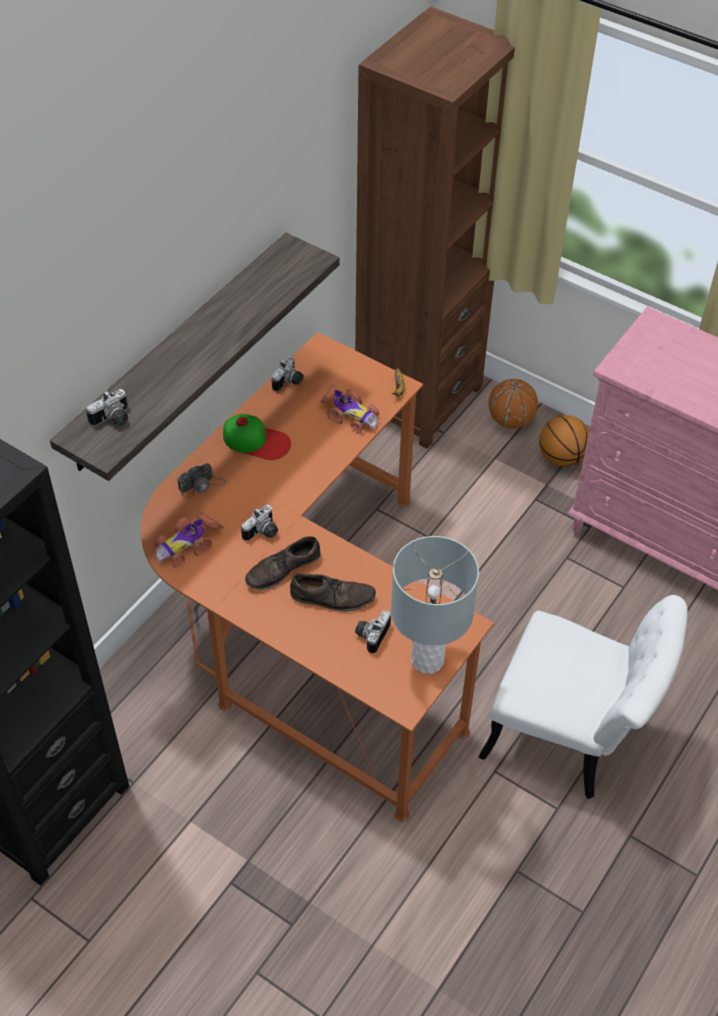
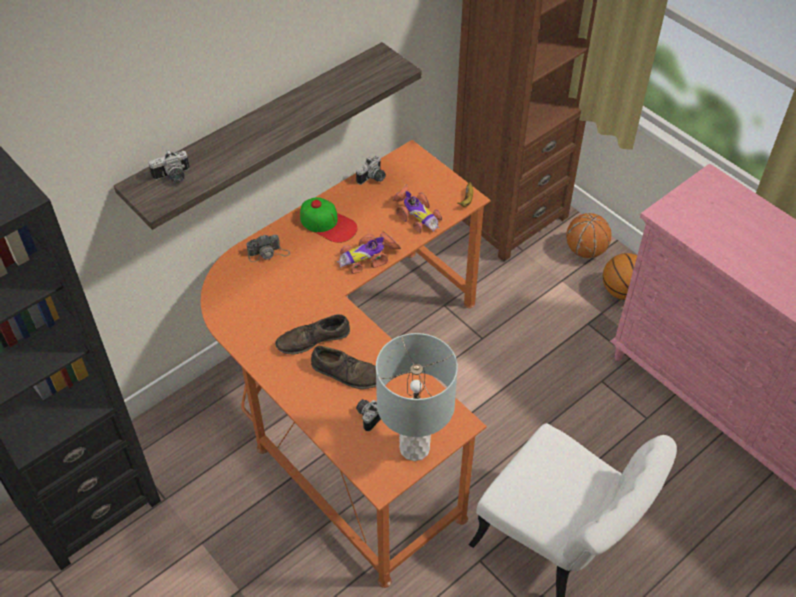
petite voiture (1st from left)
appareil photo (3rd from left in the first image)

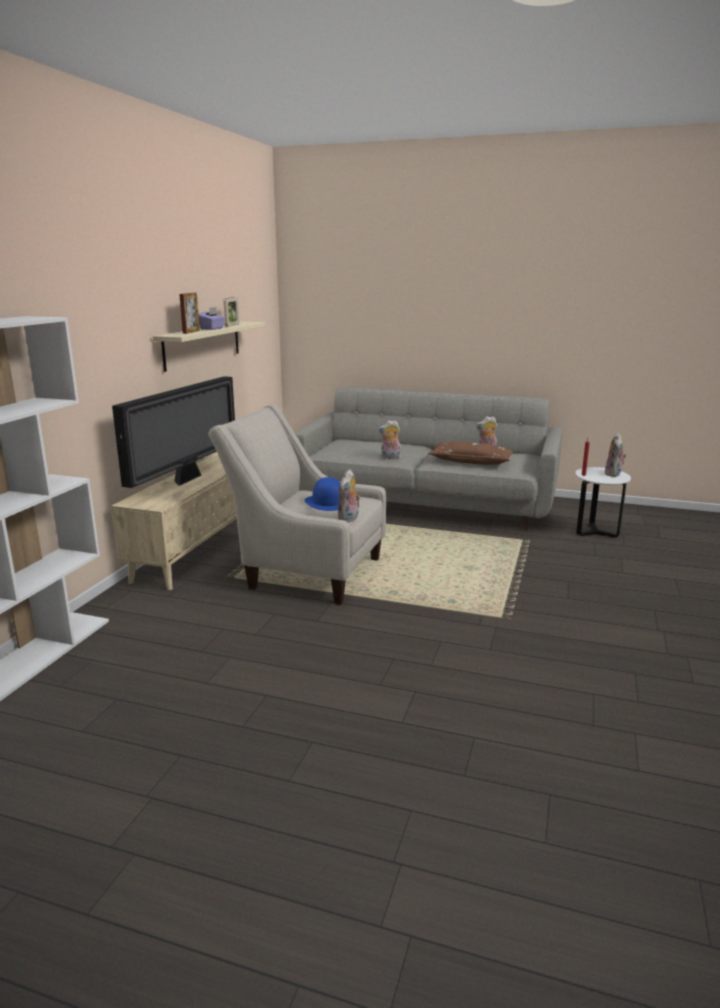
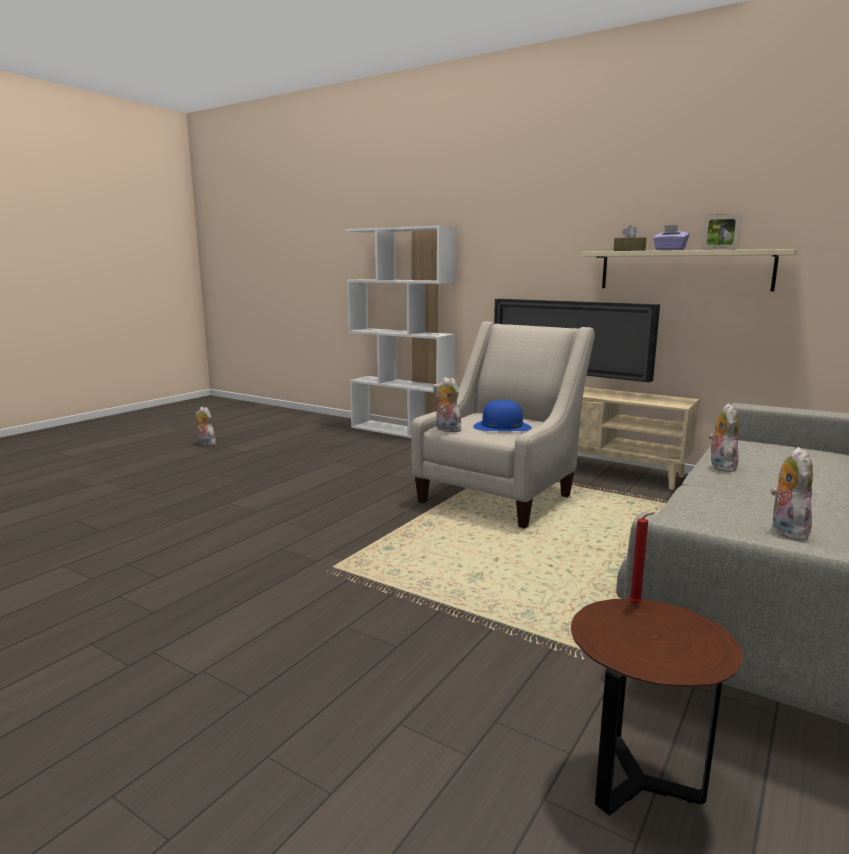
boîte à mouchoirs/marron
coussin/marron
table d'appoint/marron
peluche (1st from left)

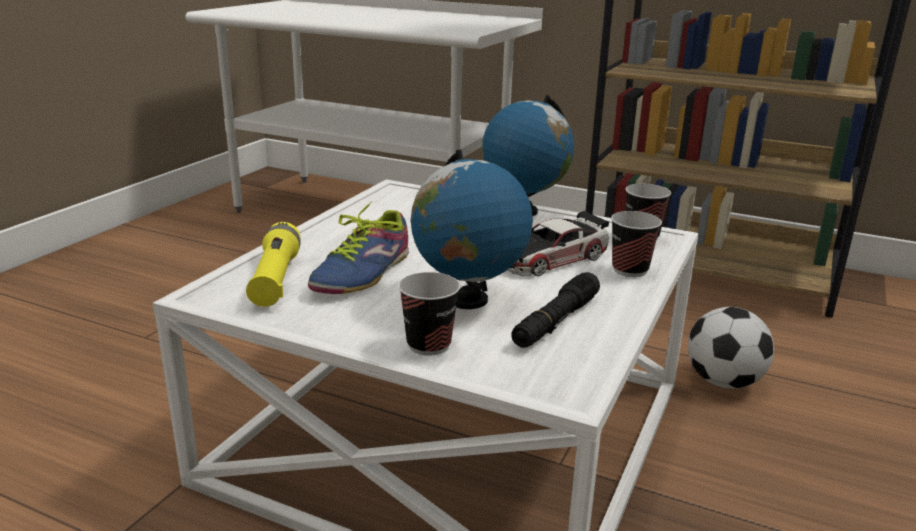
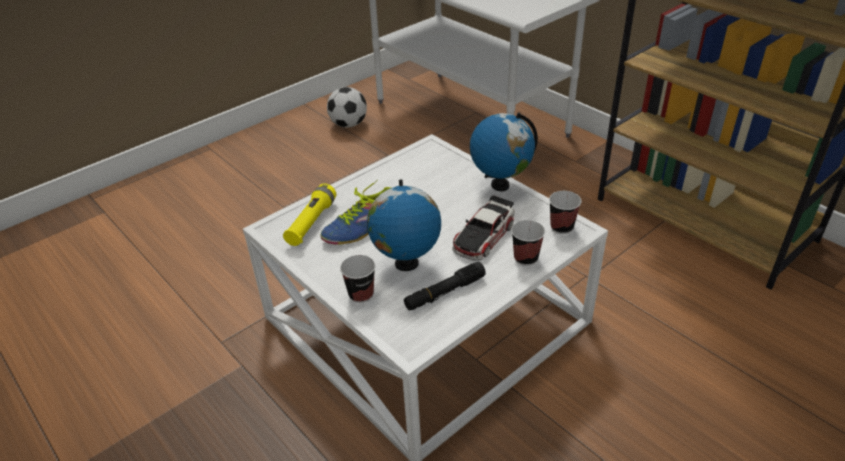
petite voiture
ballon de foot

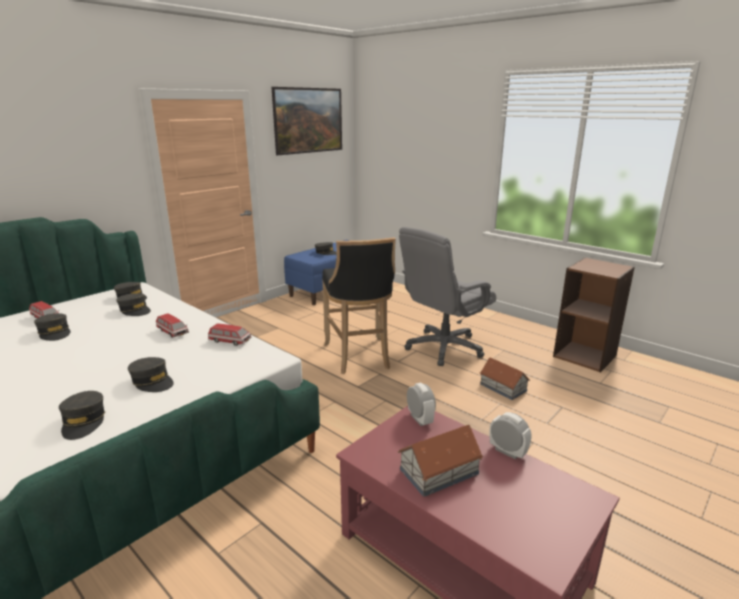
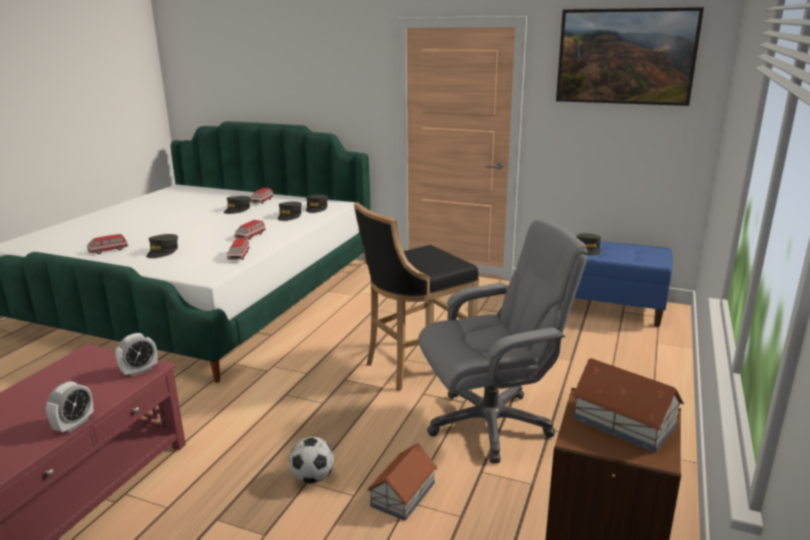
petite voiture (1st from left)
maison miniature (2nd from left)
chaise de bureau/gris
ballon de foot

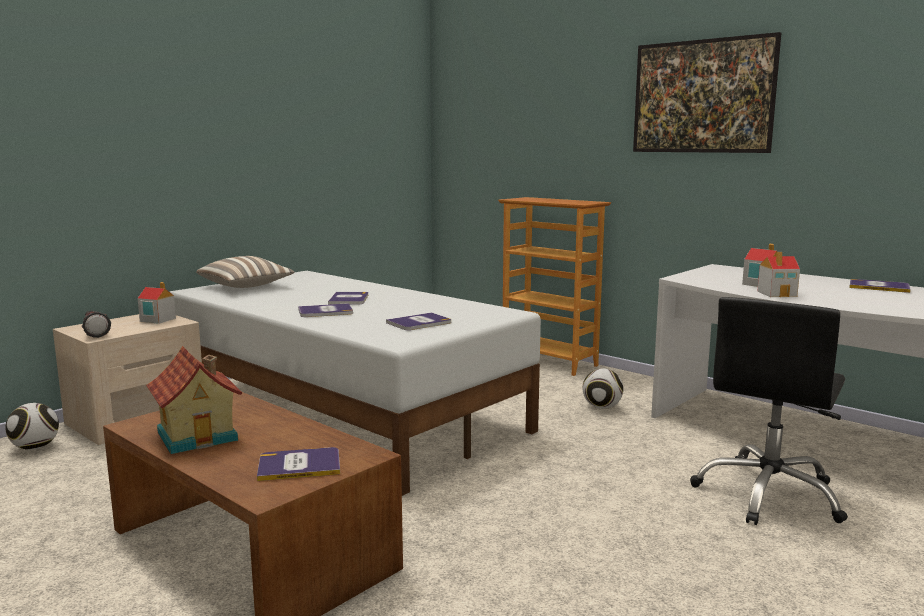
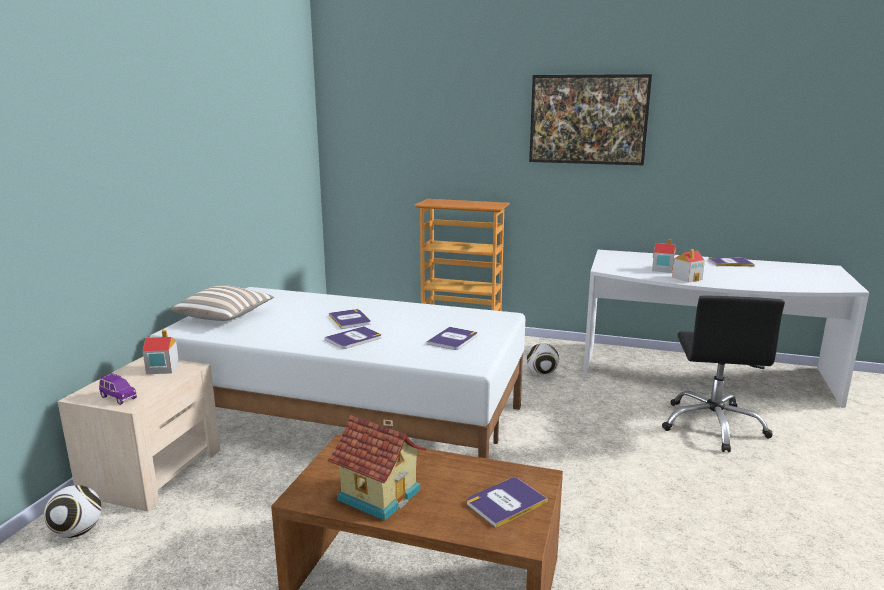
petite voiture/violet

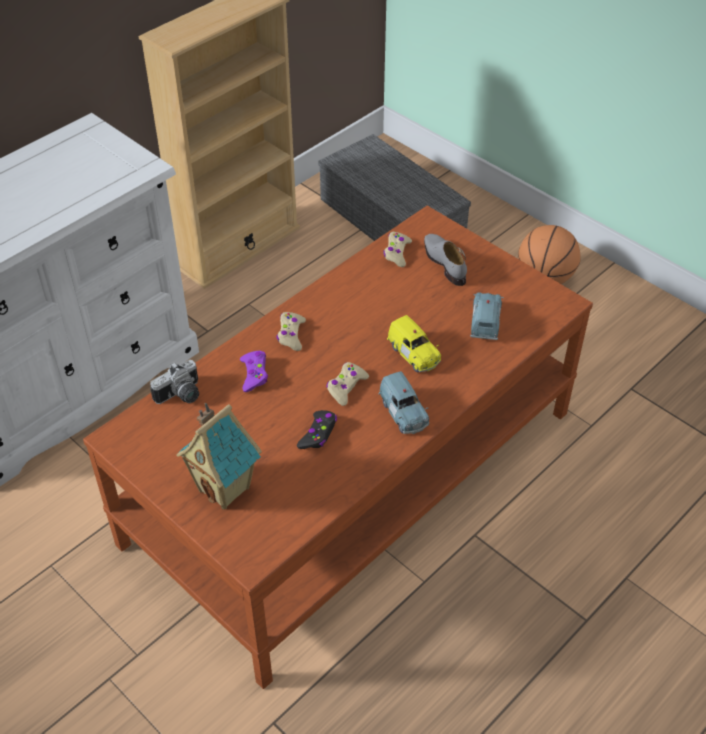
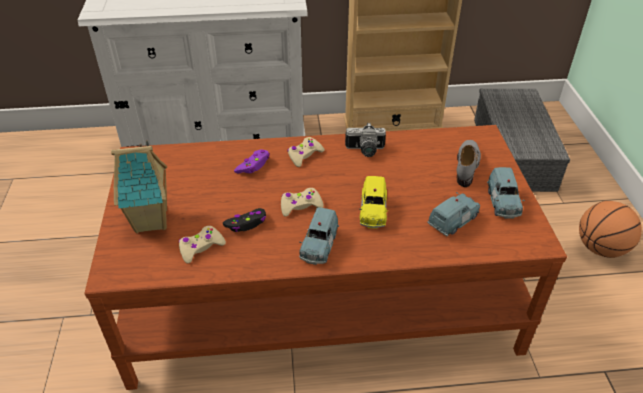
appareil photo
manette/beige (1st from left)
petite voiture/bleu (3rd from left)

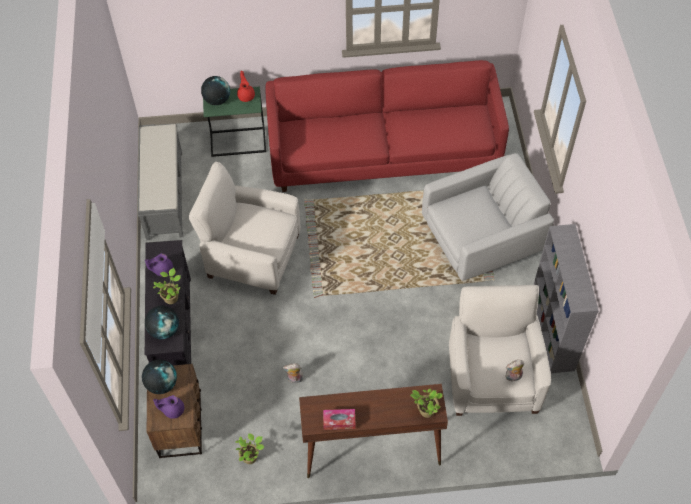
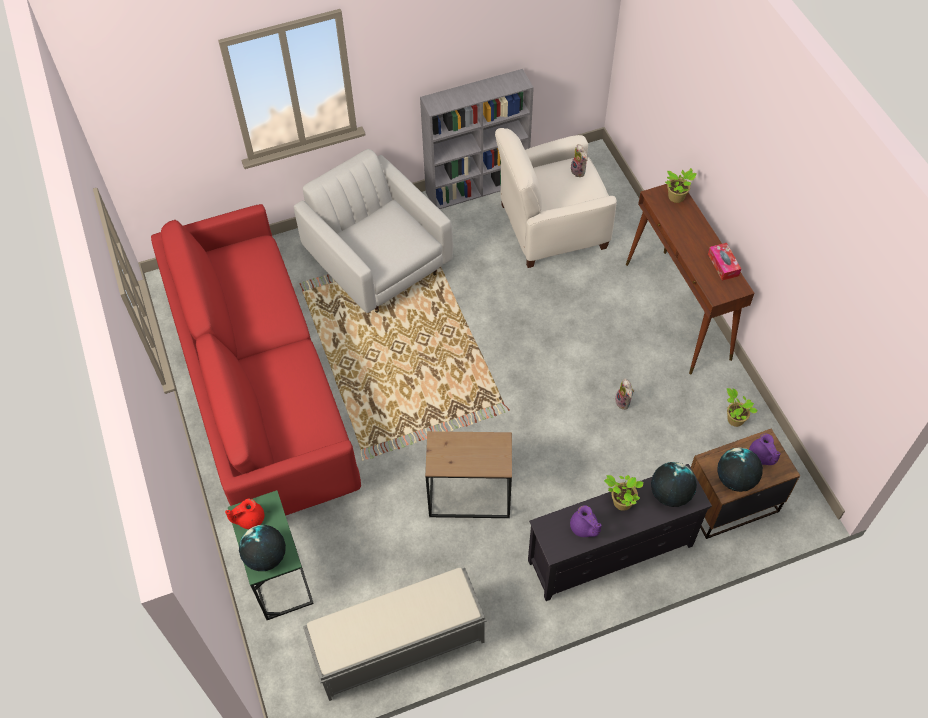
table d'appoint/marron

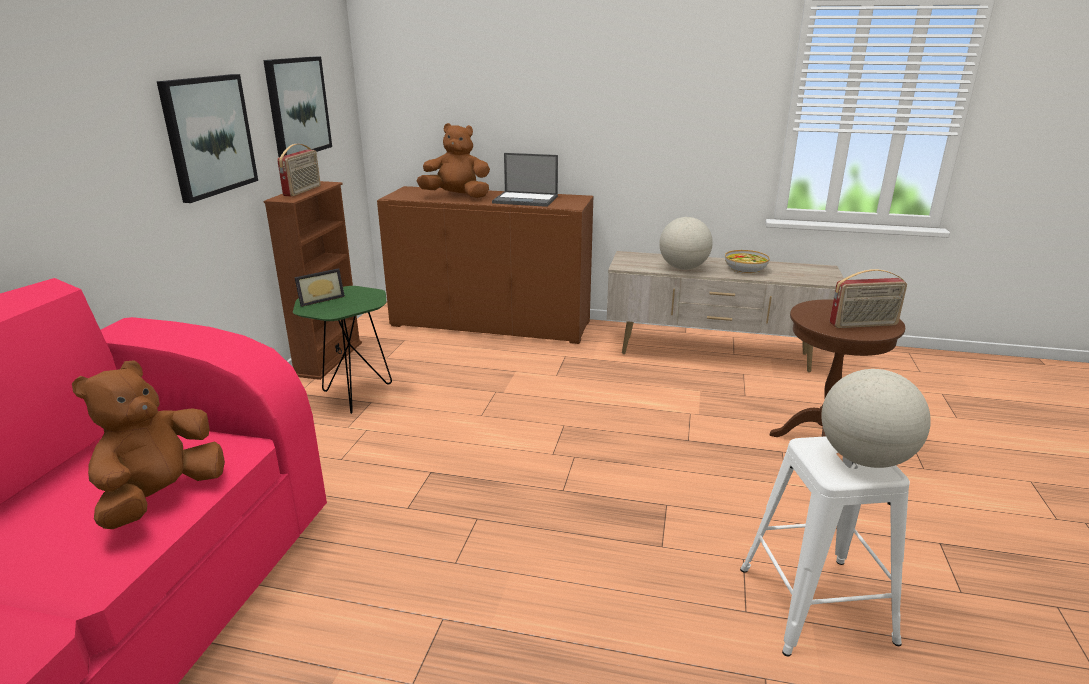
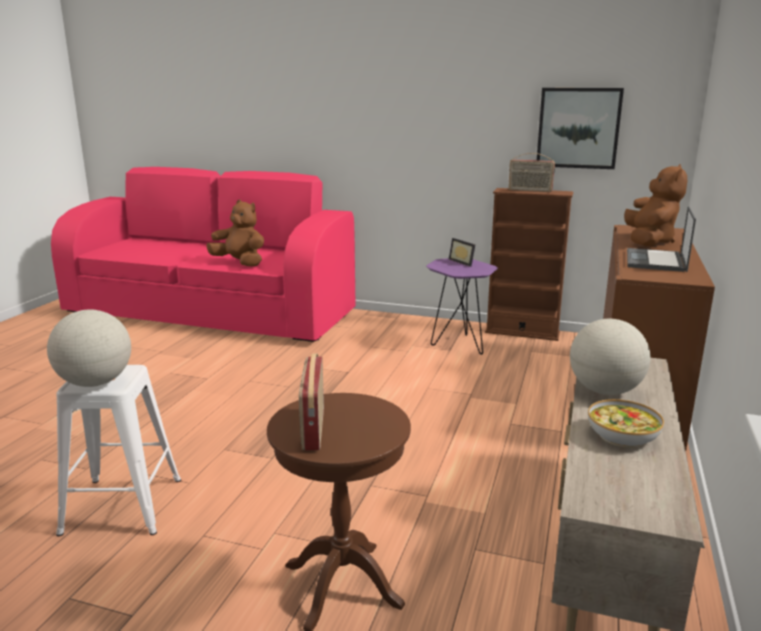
tableau (1st from left in the first image)
table d'appoint/violet

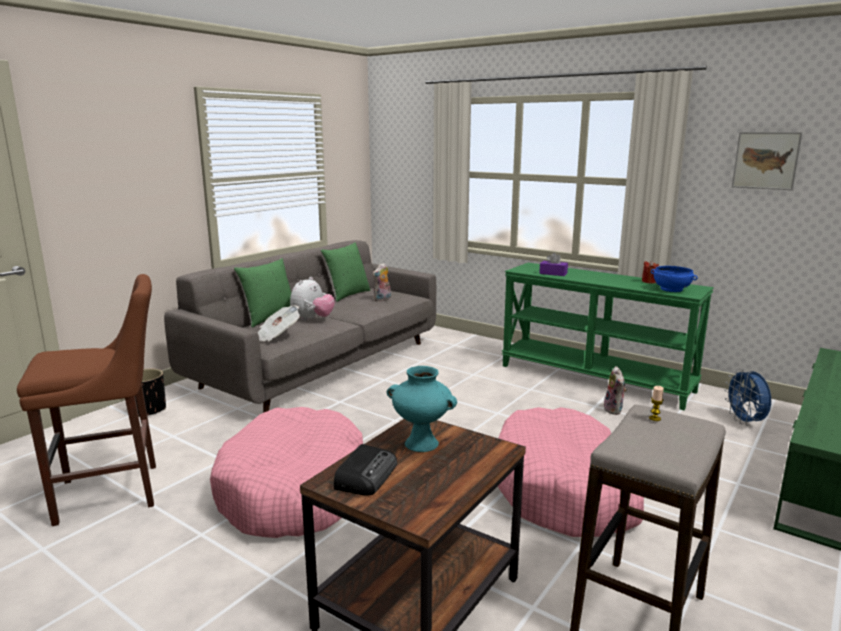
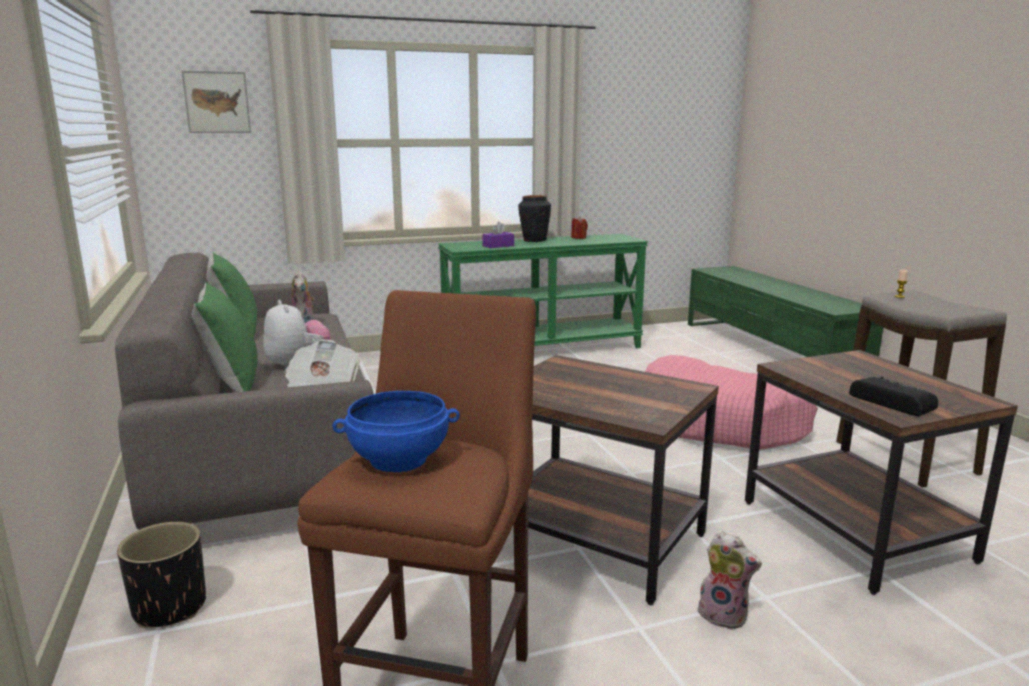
table d'appoint/marron (1st from left)
vase/turquoise
peluche (3rd from left)
bol/bleu
ventilateur/bleu
tableau
vase/noir

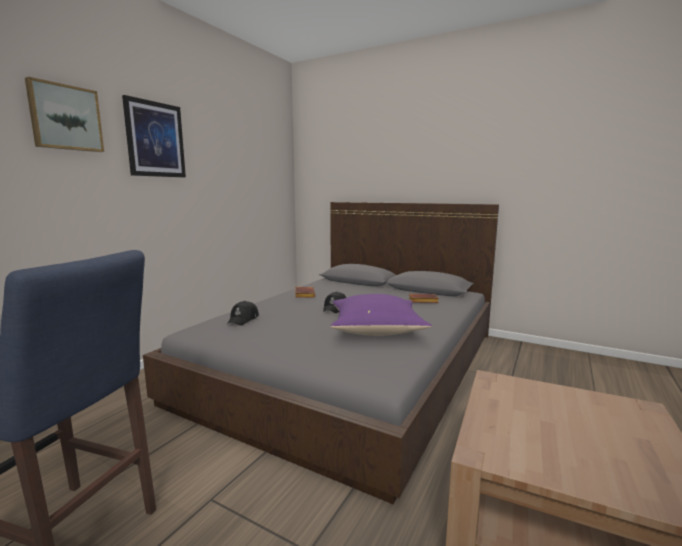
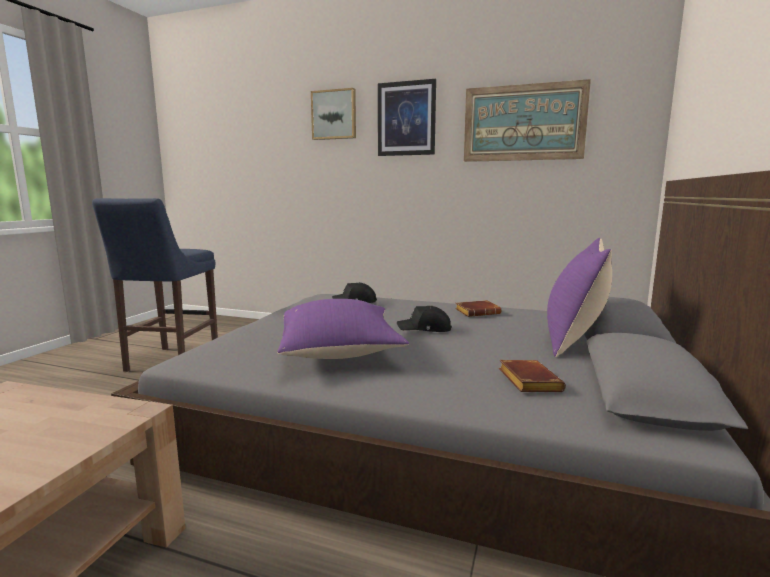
tableau (3rd from left)
coussin/violet (2nd from left)

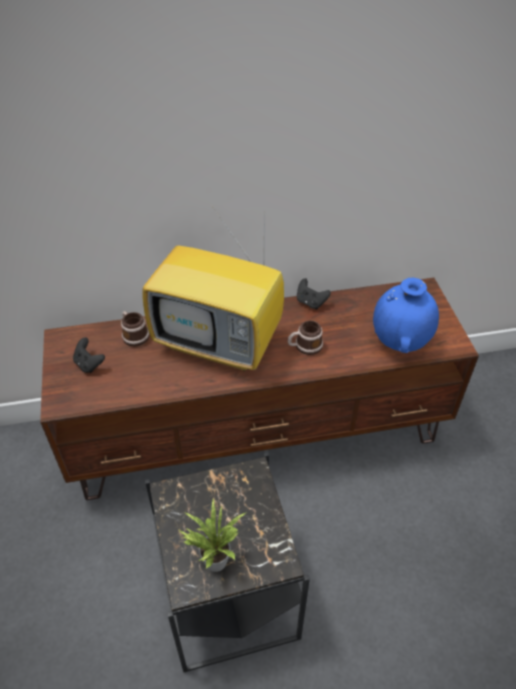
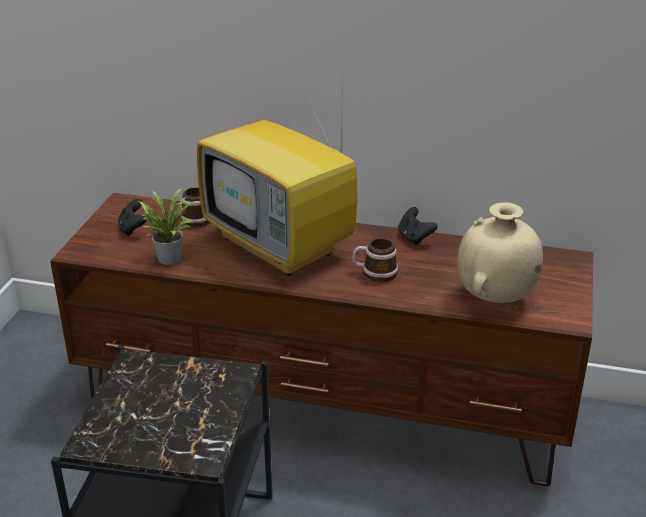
plante en pot
vase/beige

